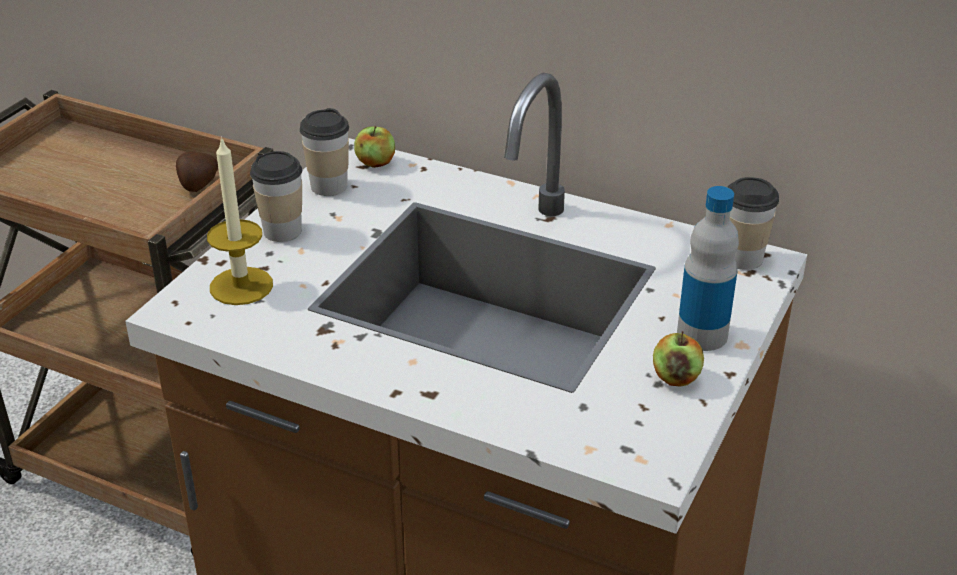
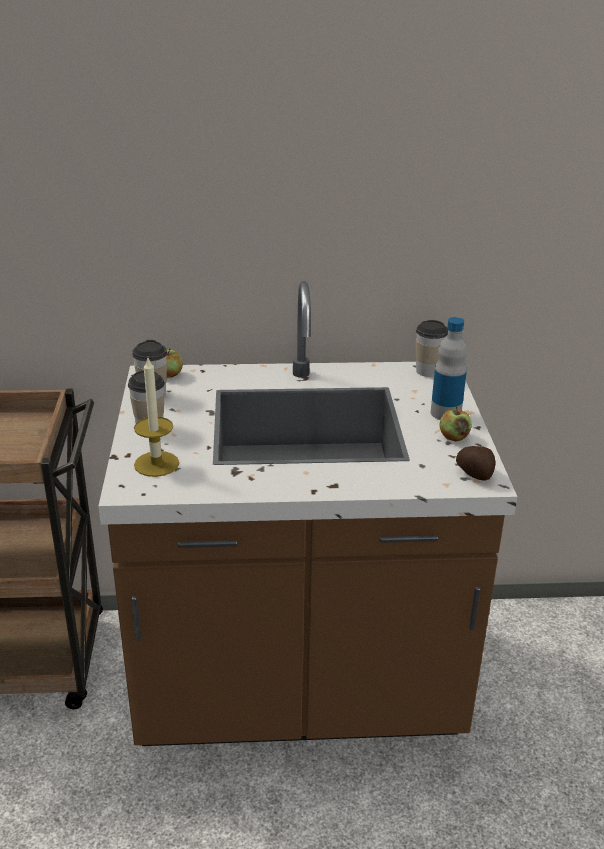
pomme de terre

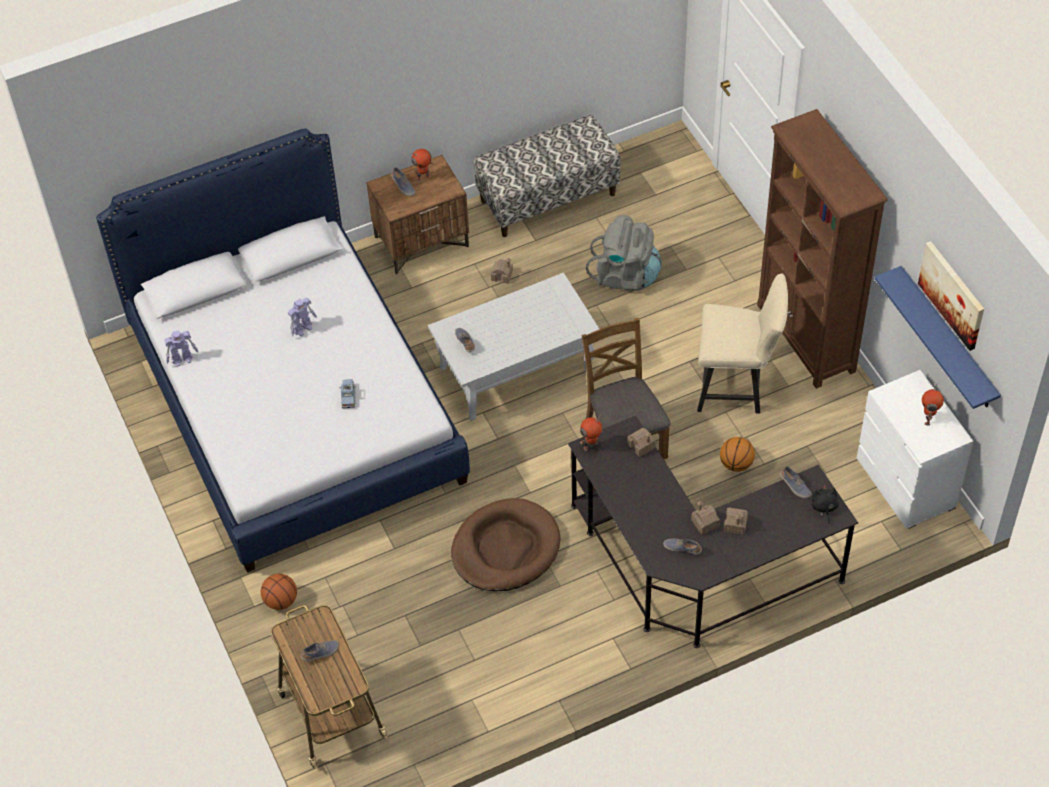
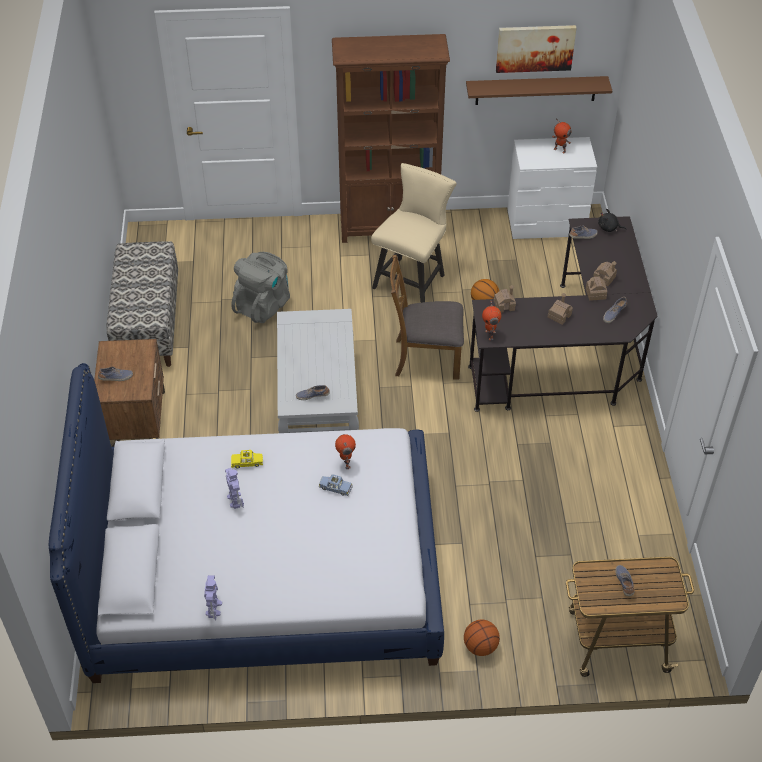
robot jouet (3rd from left)
panier pour chien/marron
maison miniature (2nd from left)
étagère/marron
petite voiture/jaune

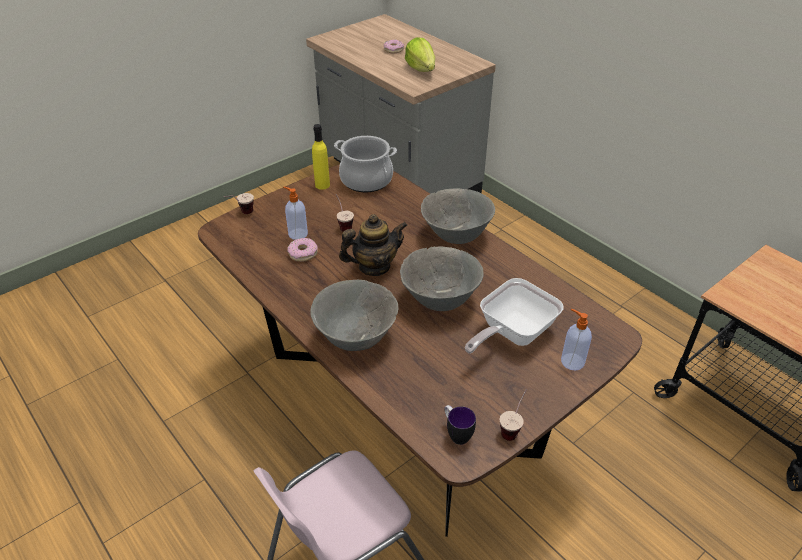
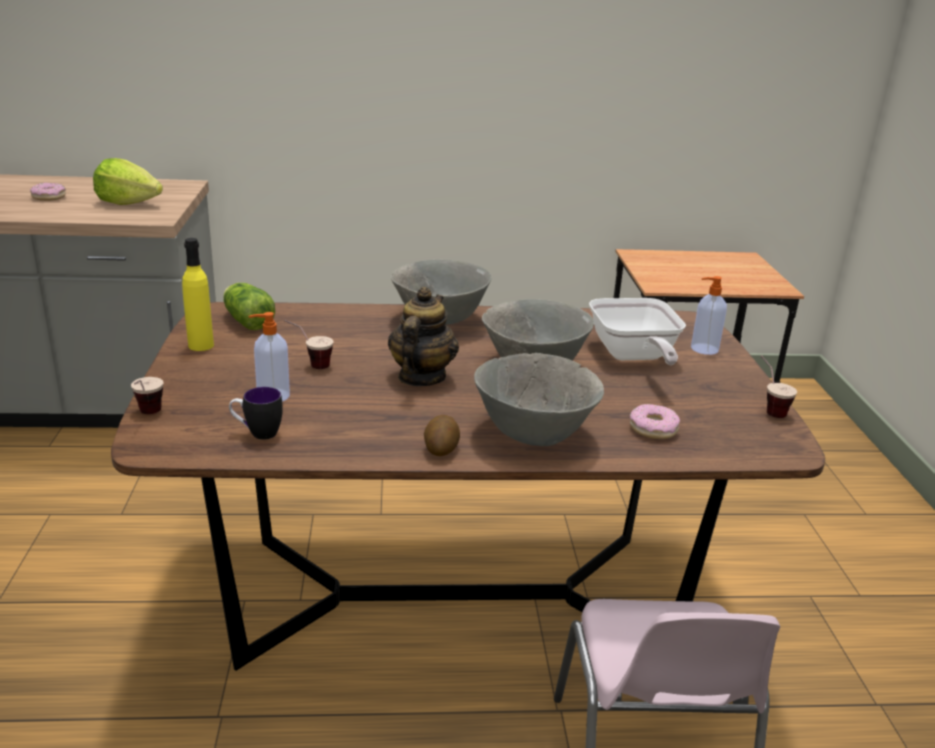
beignet (2nd from left)
laitue (2nd from left)
mug
pomme de terre

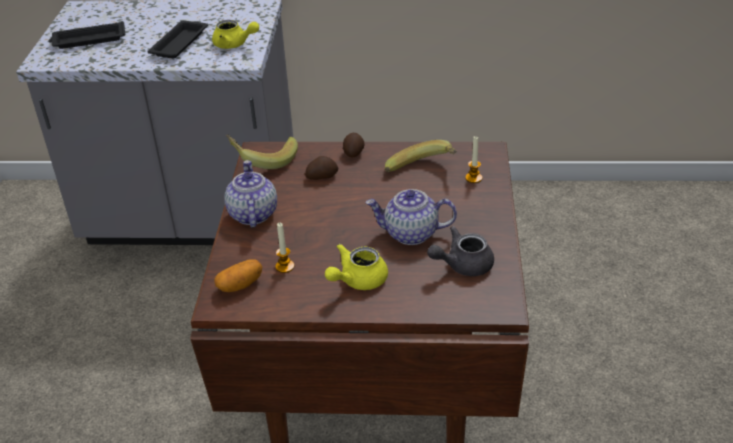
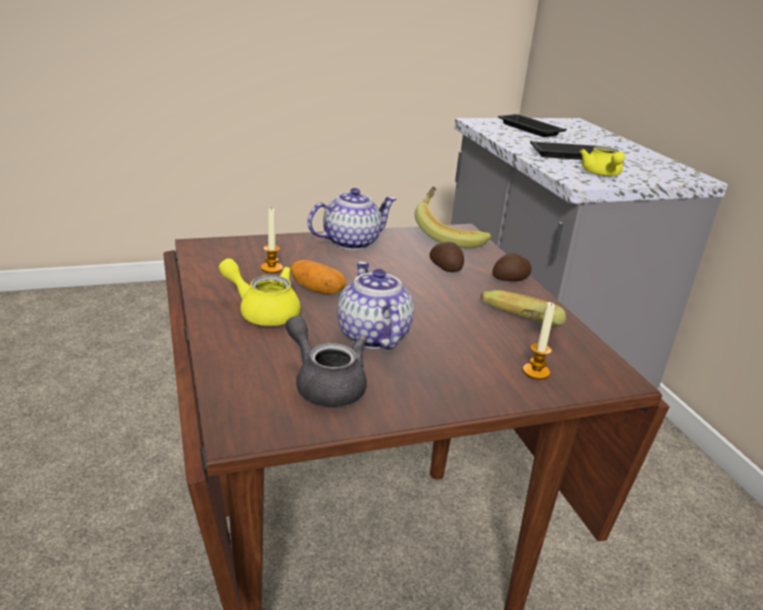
pomme de terre (1st from left)

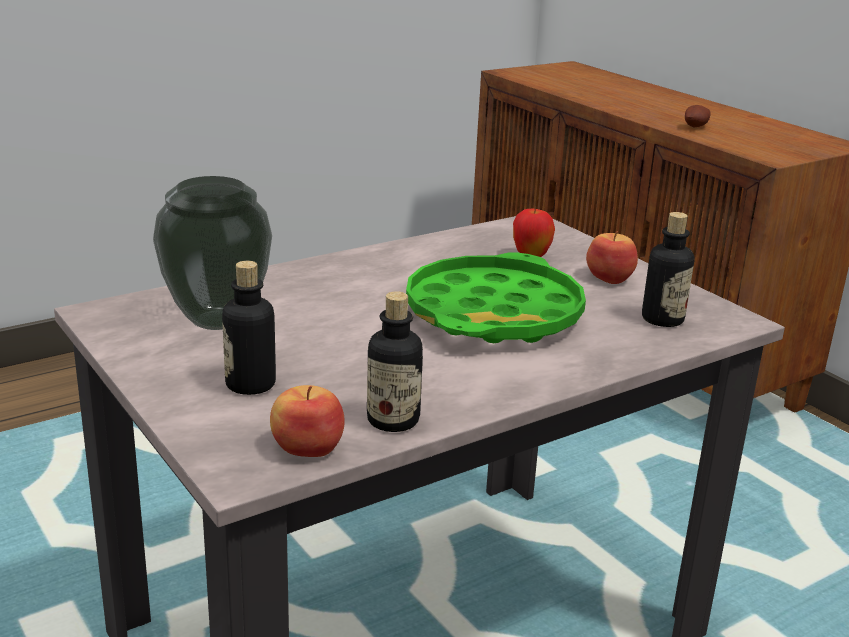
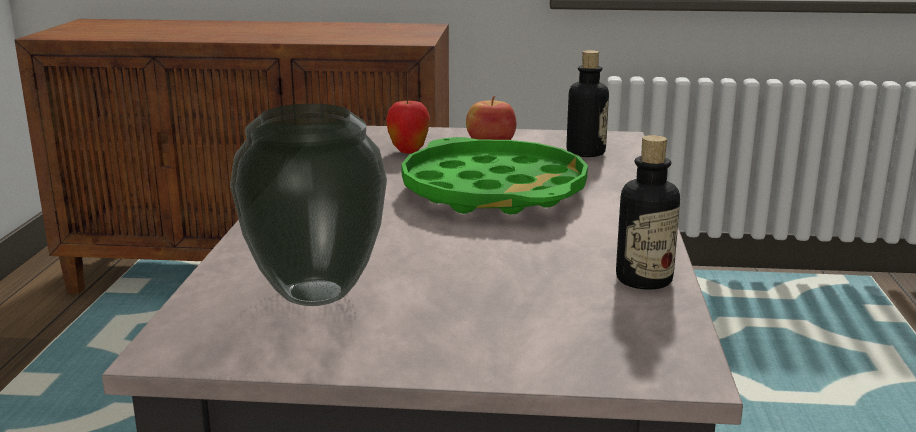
bouteille (1st from left in the first image)
pomme (1st from left in the first image)
pomme de terre

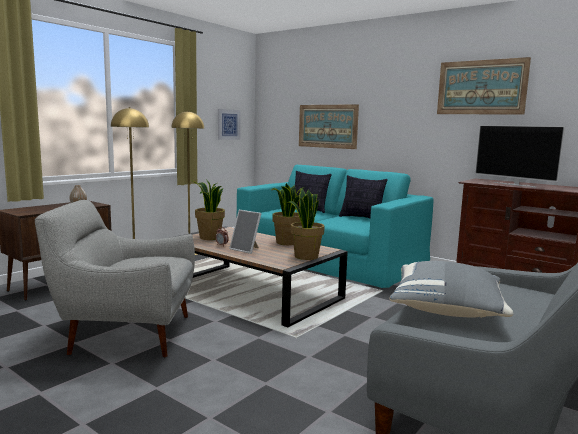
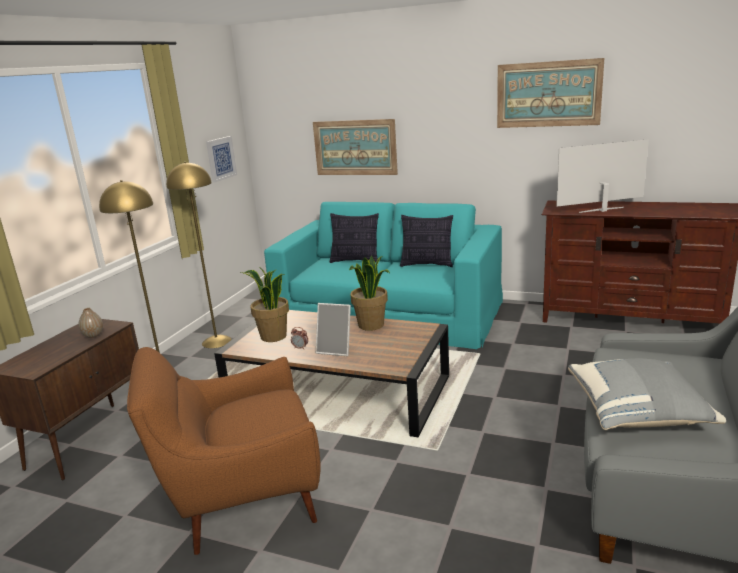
fauteuil/marron
plante en pot (3rd from left in the first image)
téléviseur

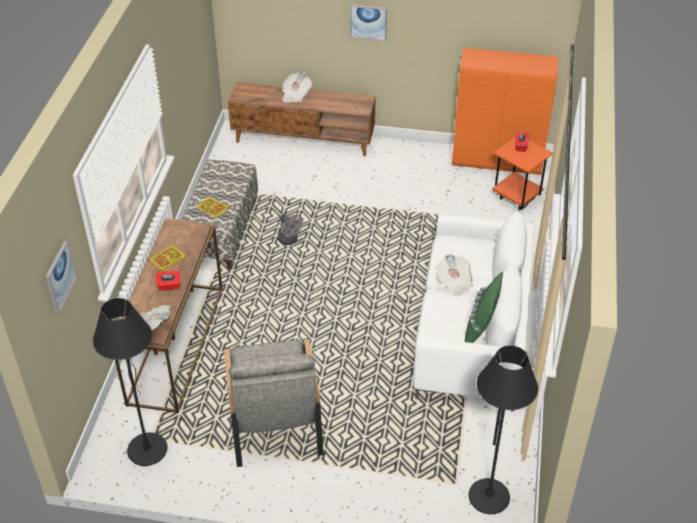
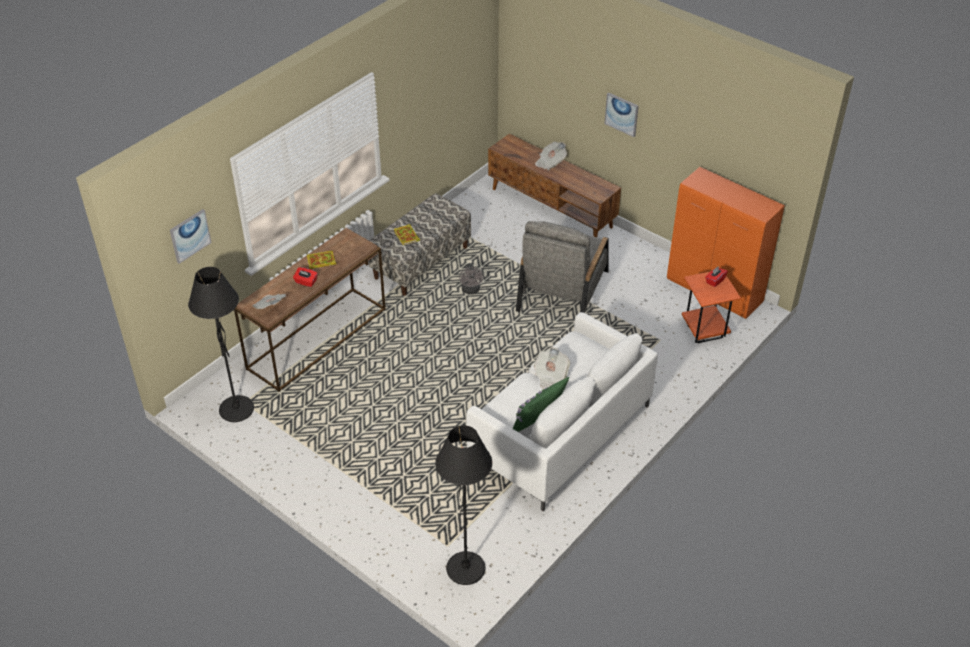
fauteuil/gris

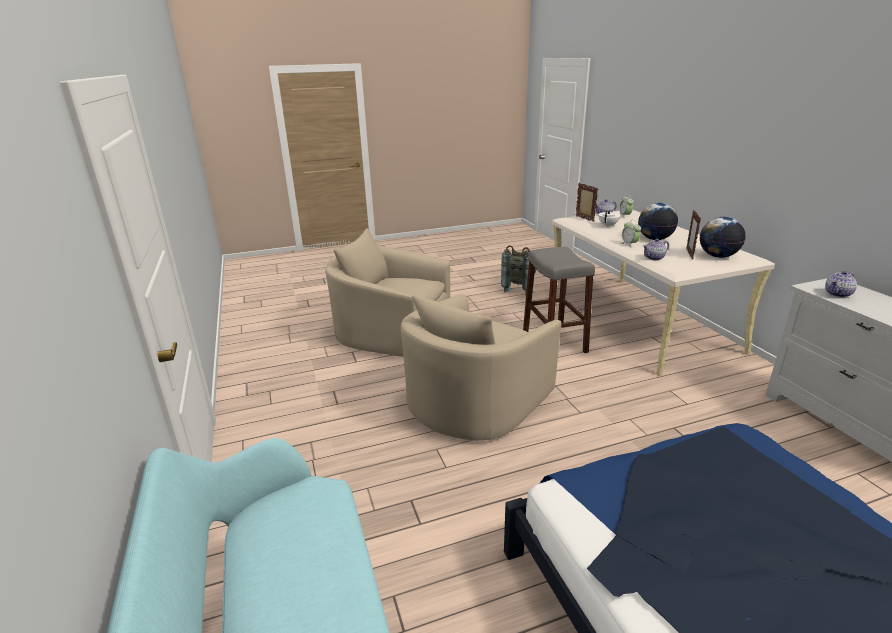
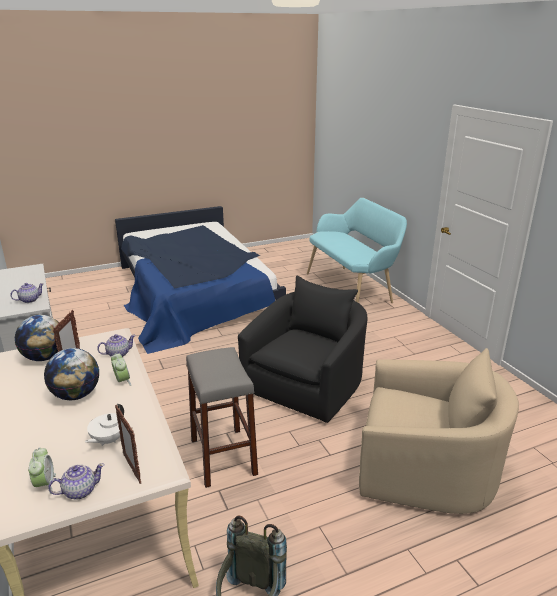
fauteuil/noir

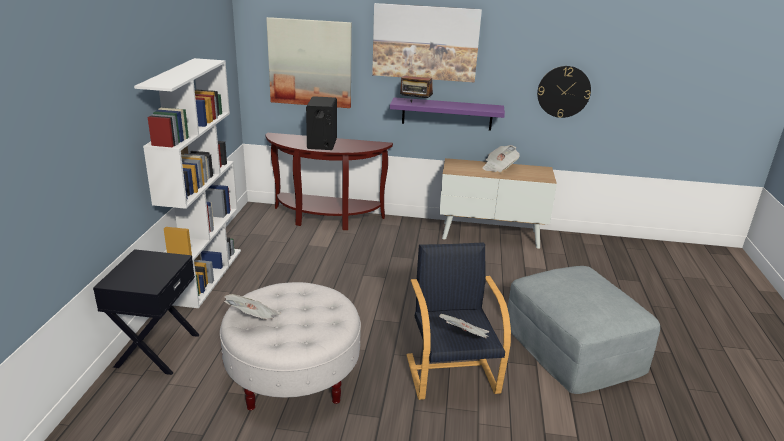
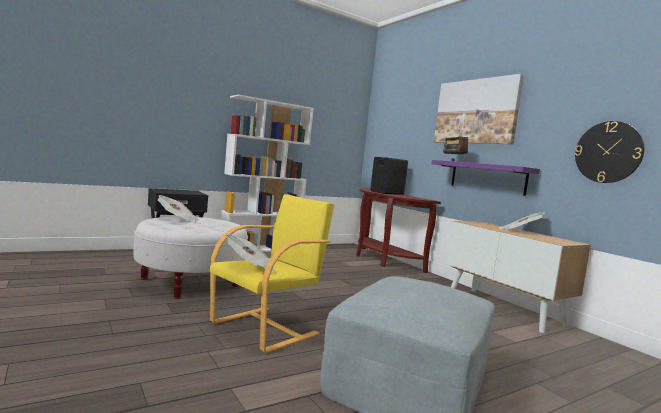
tableau (1st from left in the first image)
fauteuil/jaune

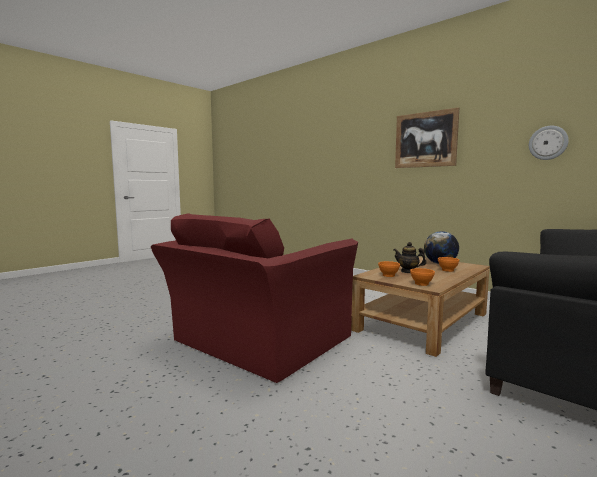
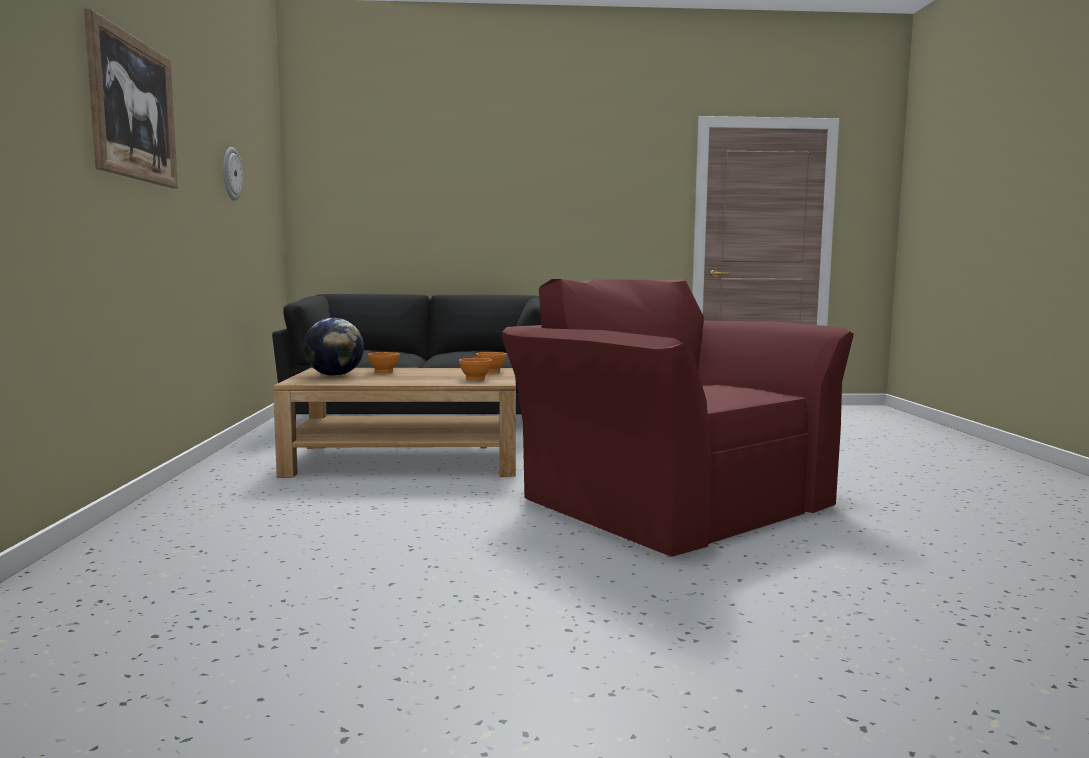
fauteuil/rouge
théière

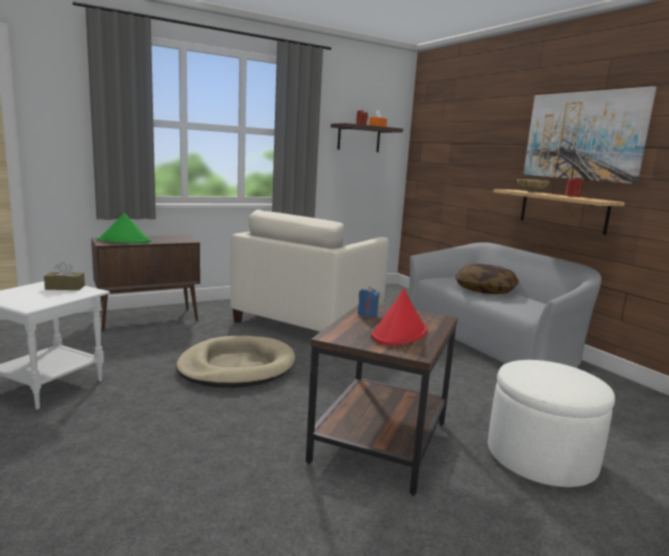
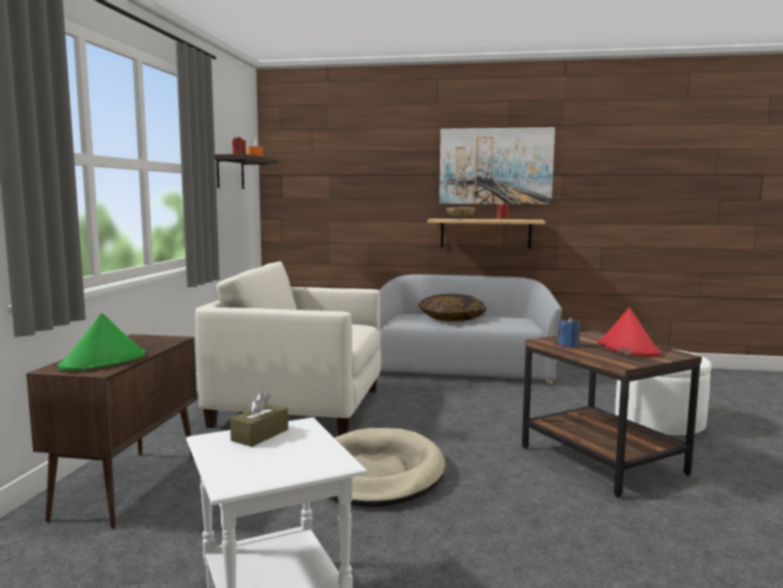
fauteuil/beige

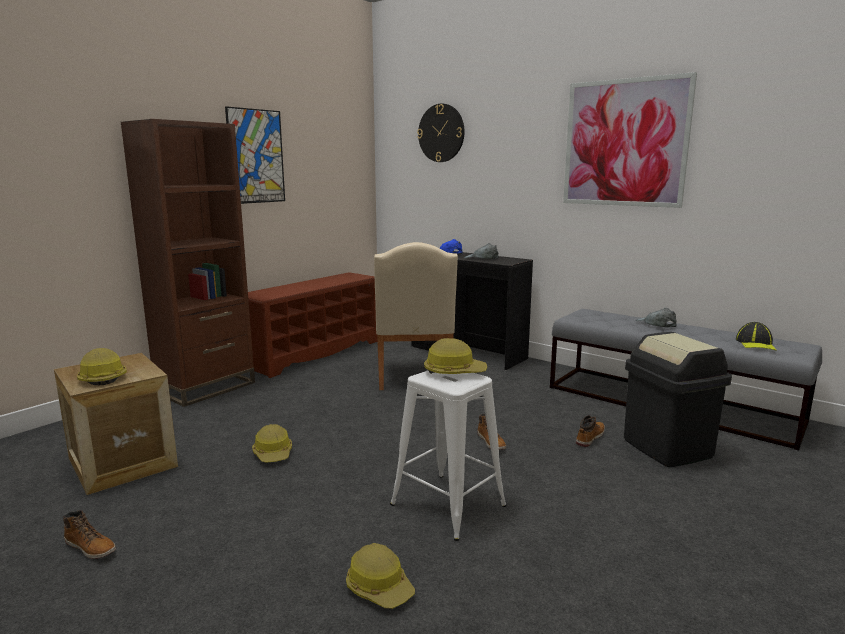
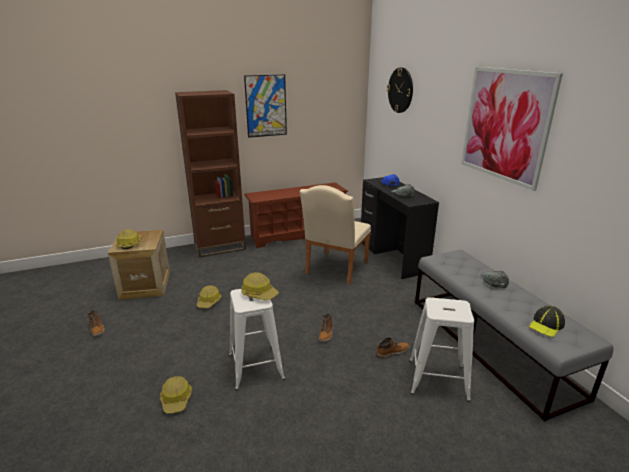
tabouret/blanc (2nd from left)

